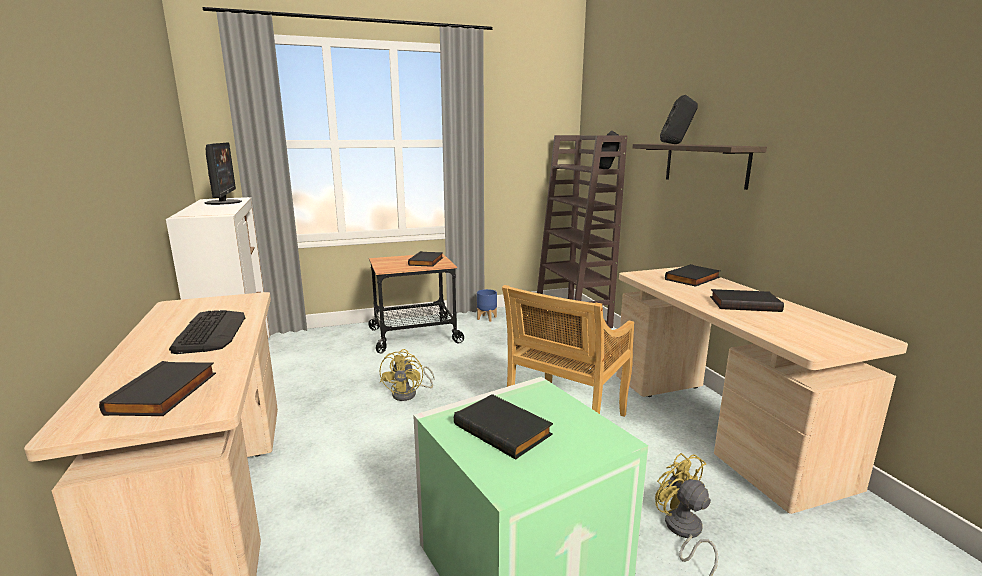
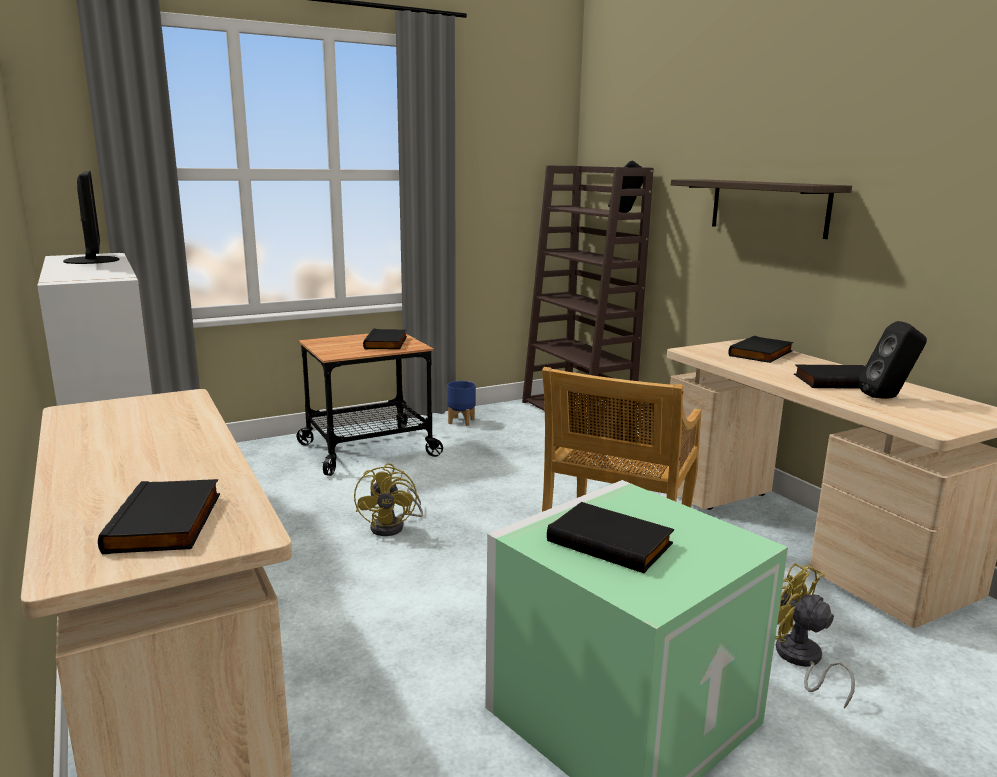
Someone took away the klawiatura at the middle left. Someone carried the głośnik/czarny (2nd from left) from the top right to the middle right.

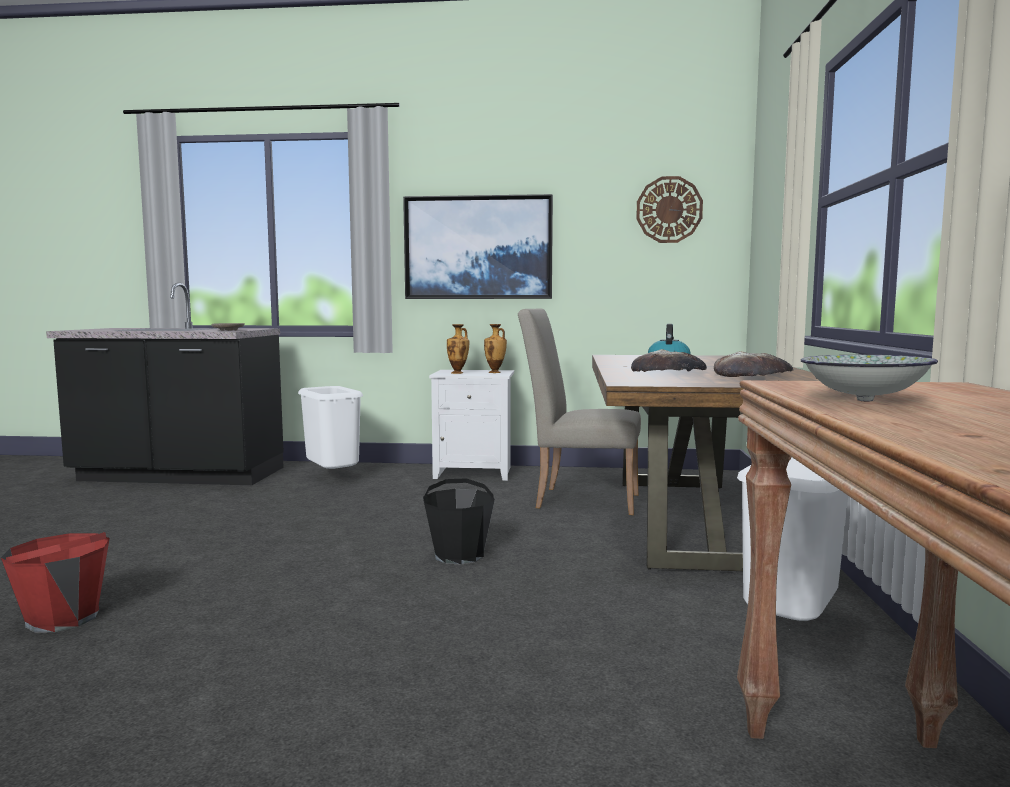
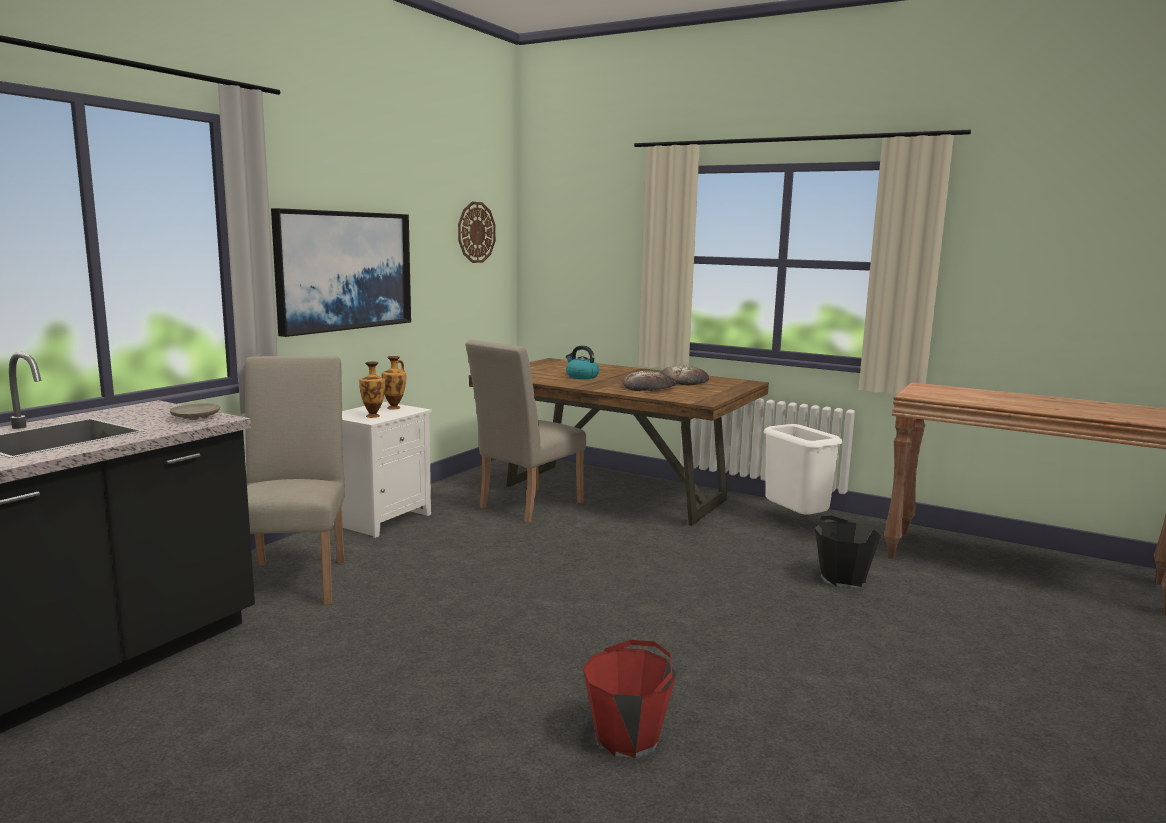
Someone took away the miska at the middle right. Someone carried the wiadro/czarny from the centre to the bottom right. Someone swapped the kosz na śmieci/biały (1st from left) at the middle left for the krzesło/beżowy (1st from left) at the middle left.

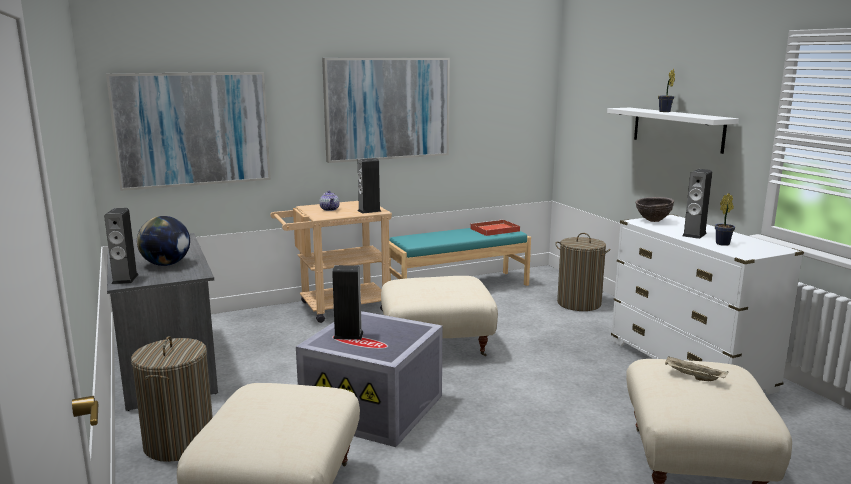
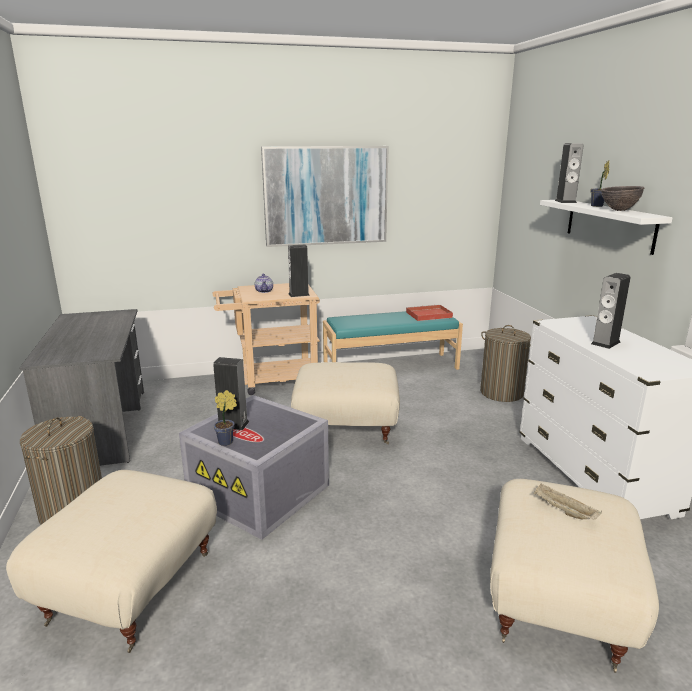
Someone took away the obraz (1st from left) at the top left. Someone took away the globus at the middle left. Someone carried the głośnik (1st from left in the first image) from the middle left to the top right. Someone carried the miska/brązowy from the middle right to the top right. Someone carried the roślina doniczkowa (2nd from left in the first image) from the middle right to the middle left.

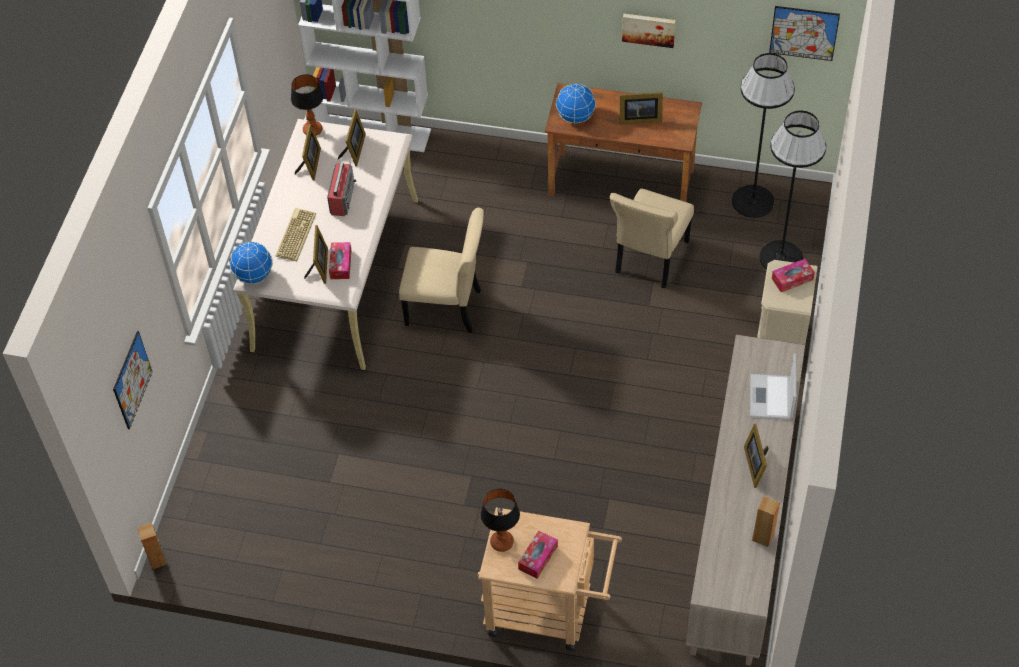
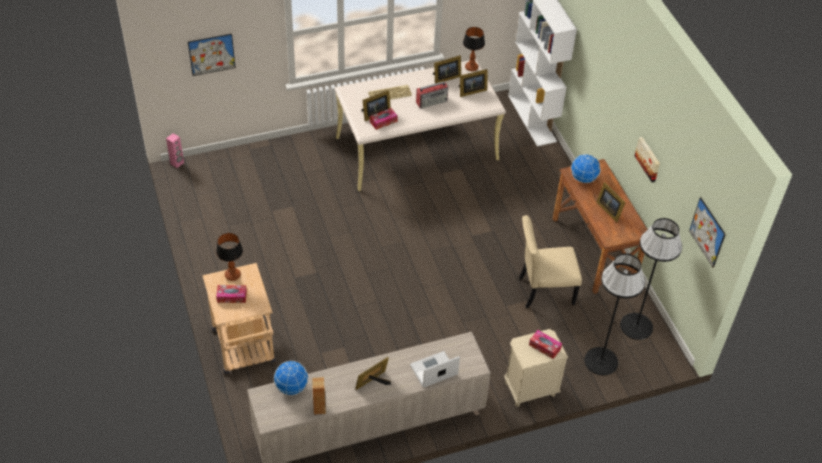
Someone took away the krzesło/beżowy (1st from left) at the centre. Someone carried the globus (1st from left) from the middle left to the bottom centre. Someone repainted the głośnik/brązowy (1st from left) at the bottom left, which became the głośnik/różowy at the top left.

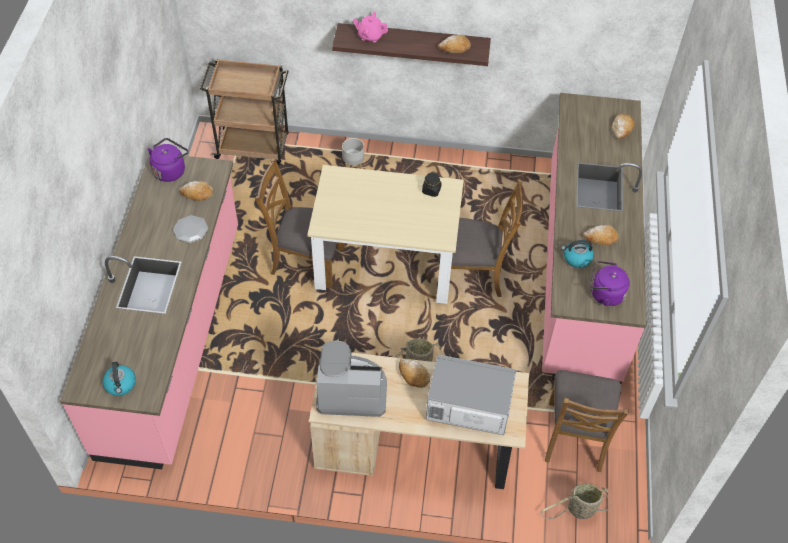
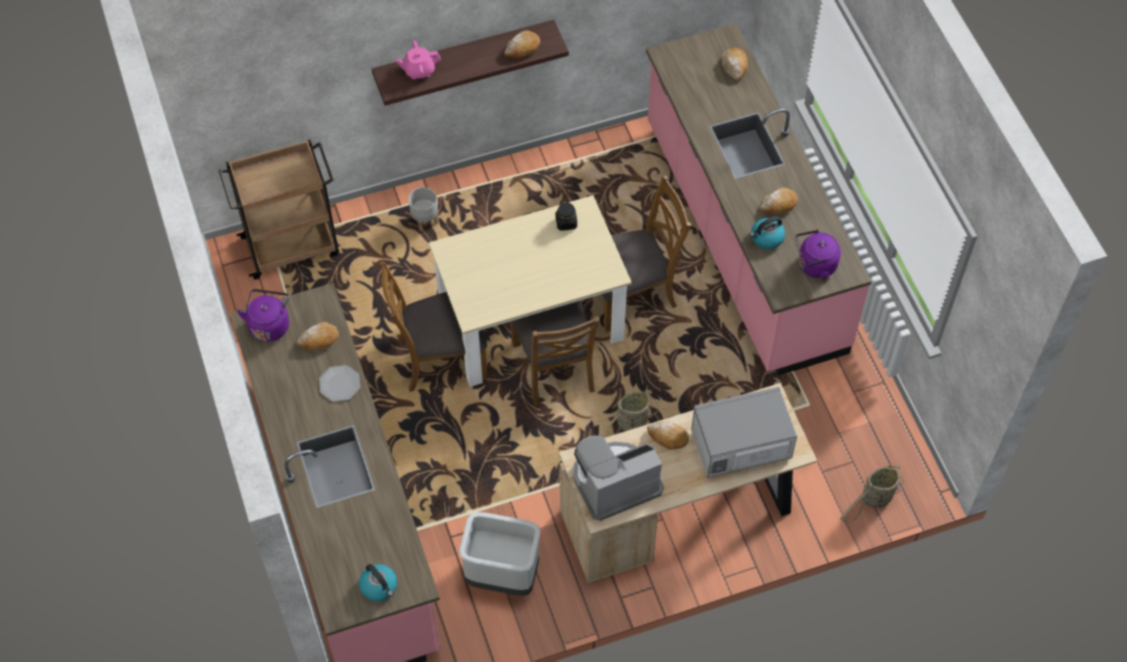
Someone put down the kosz na śmieci/szary at the bottom centre. Someone carried the krzesło/brązowy (3rd from left in the first image) from the bottom right to the centre.

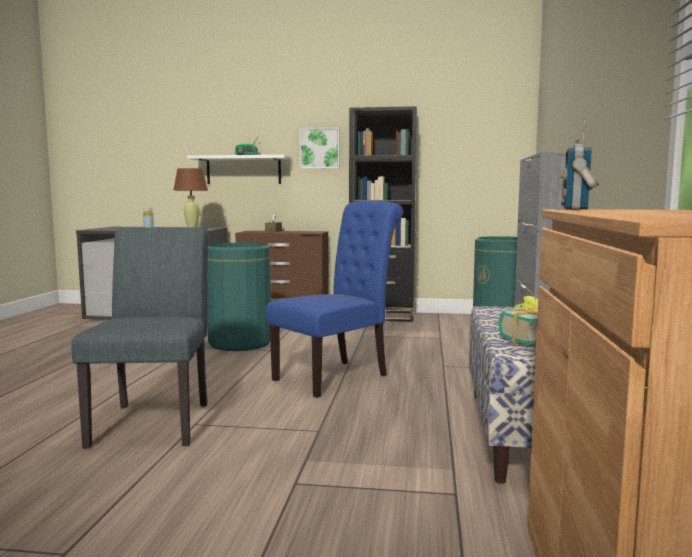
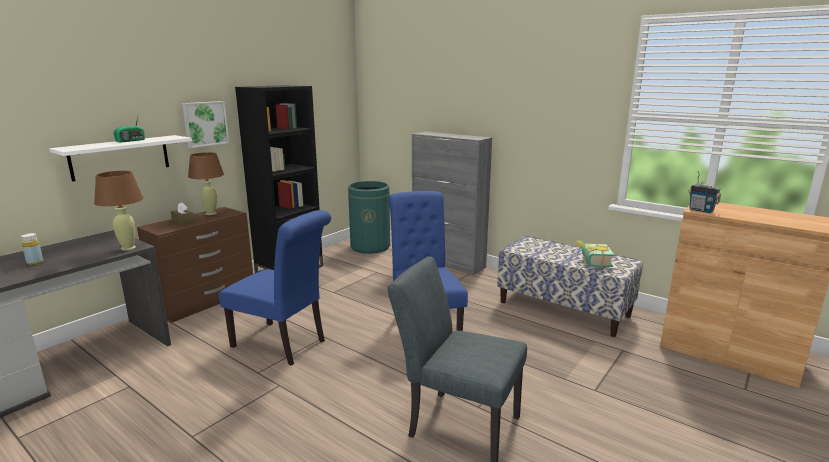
Someone put down the lampa stołowa/brązowy (2nd from left) at the middle left. Someone swapped the kosz na śmieci/zielony (1st from left) at the centre for the krzesło/niebieski (1st from left) at the middle left.

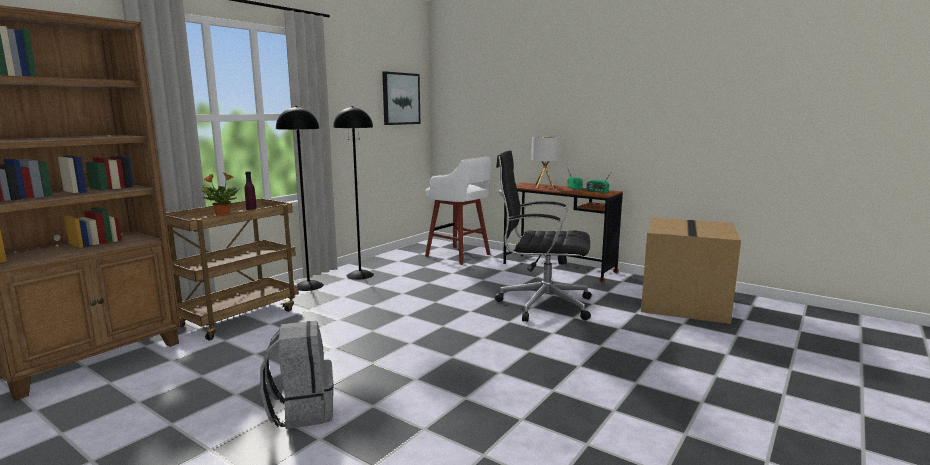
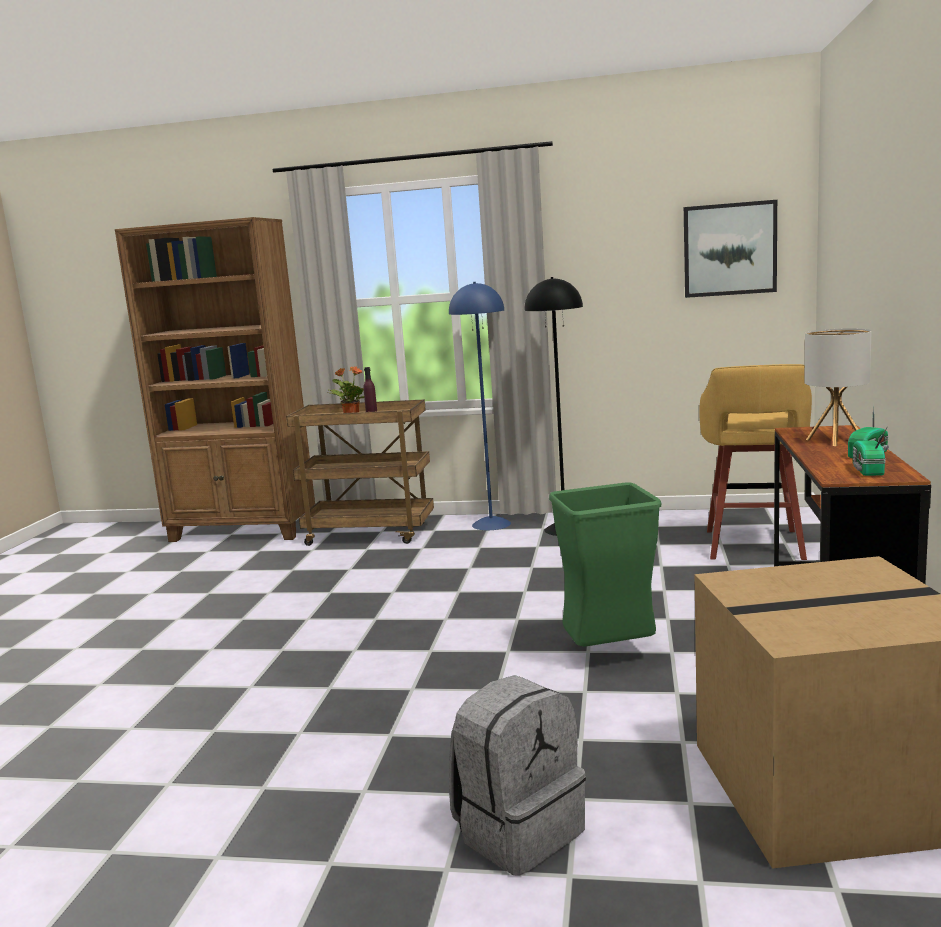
Someone carried the plecak/szary from the bottom left to the bottom centre. Someone swapped the krzesło biurowe/czarny at the centre for the kosz na śmieci/zielony at the centre. Someone repainted the lampa stojąca/czarny (1st from left) at the middle left, which became the lampa stojąca/niebieski at the centre. Someone repainted the stołek/biały at the centre, which became the stołek/żółty at the middle right.

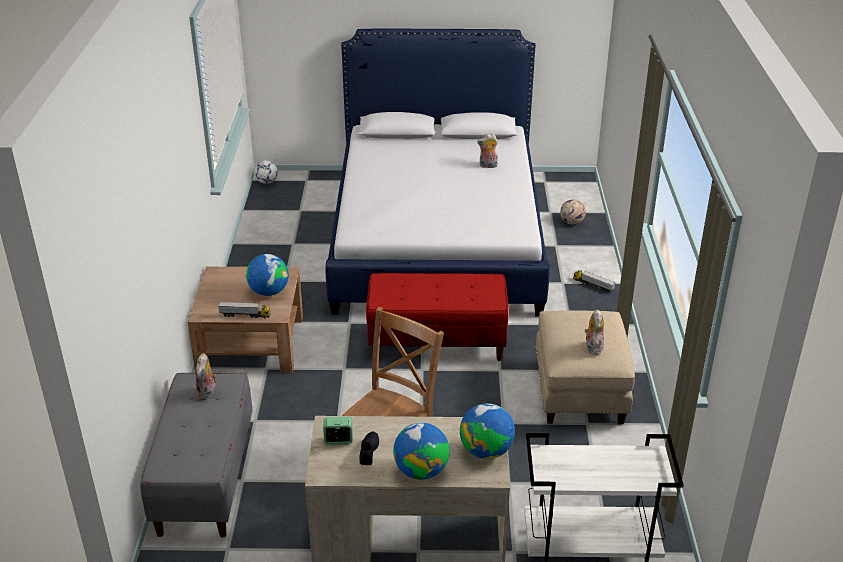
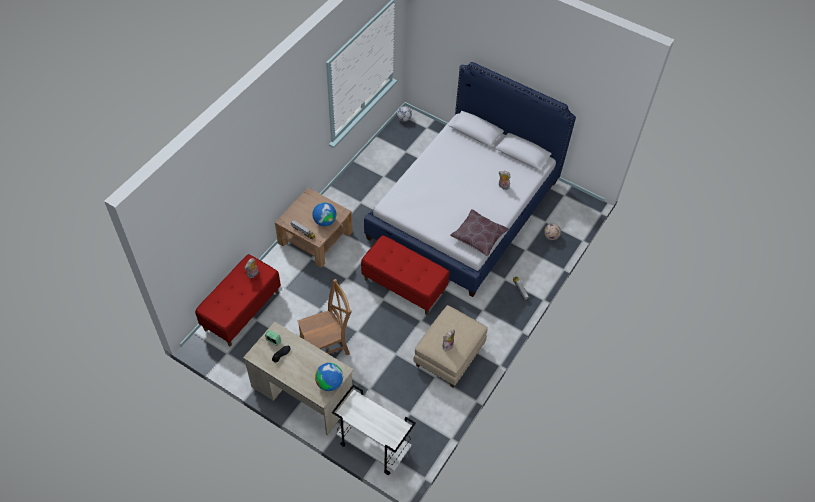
Someone took away the globus (2nd from left) at the bottom centre. Someone put down the poduszka/brązowy at the centre. Someone repainted the ławka/szary at the bottom left, which became the ławka/czerwony (1st from left) at the middle left.

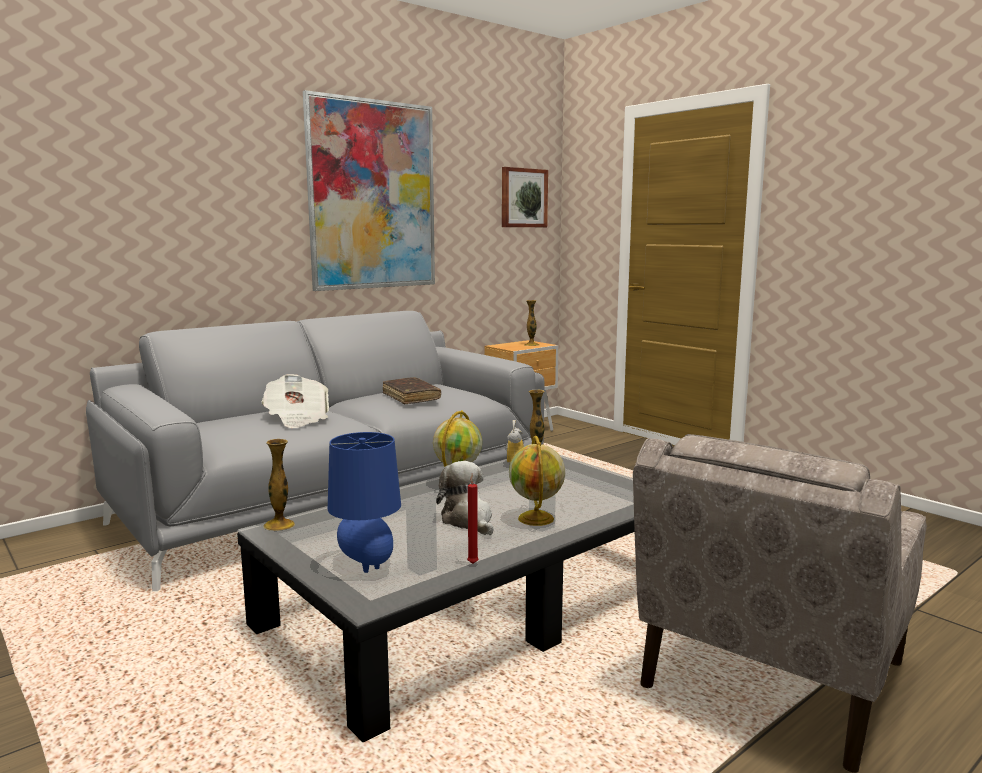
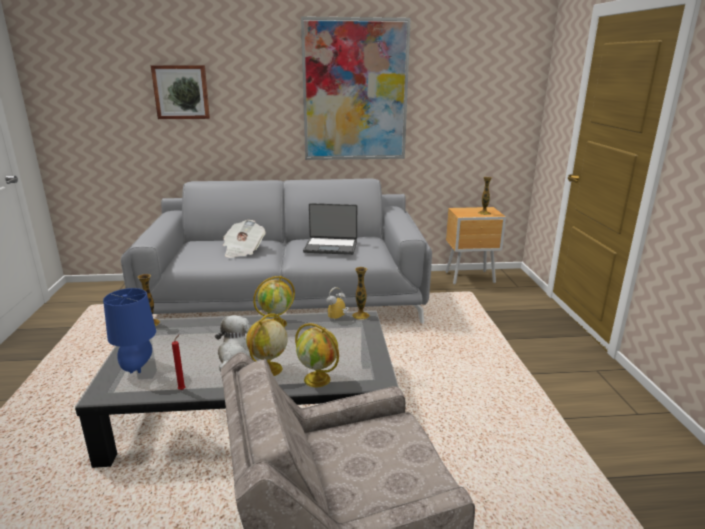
Someone put down the globus (3rd from left) at the bottom centre. Someone carried the obraz (2nd from left in the first image) from the top centre to the top left. Someone swapped the książka/brązowy at the centre for the laptop at the centre.

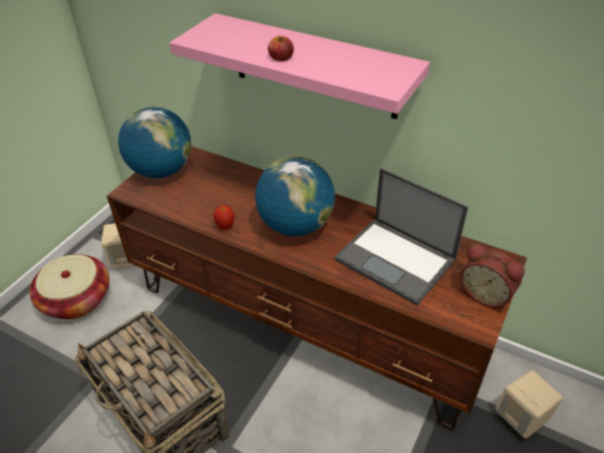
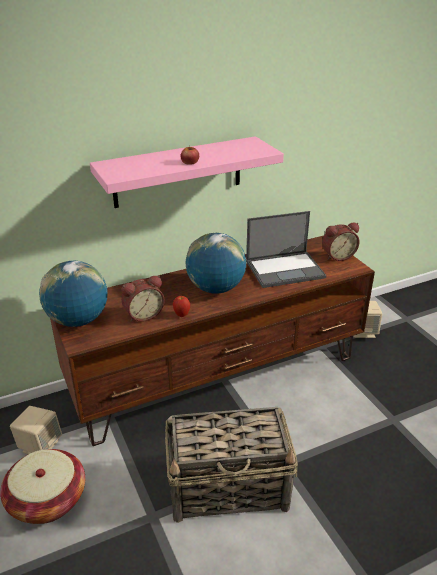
Someone put down the budzik (1st from left) at the middle left.

